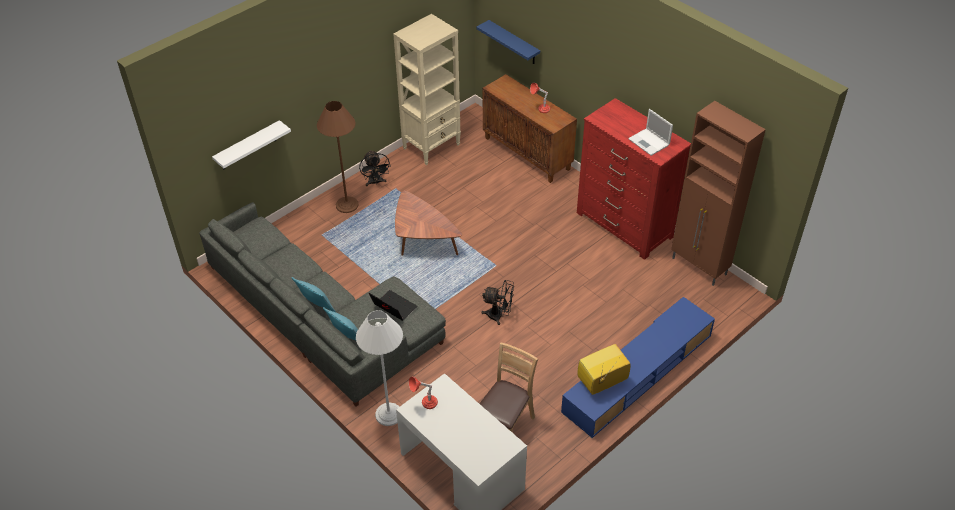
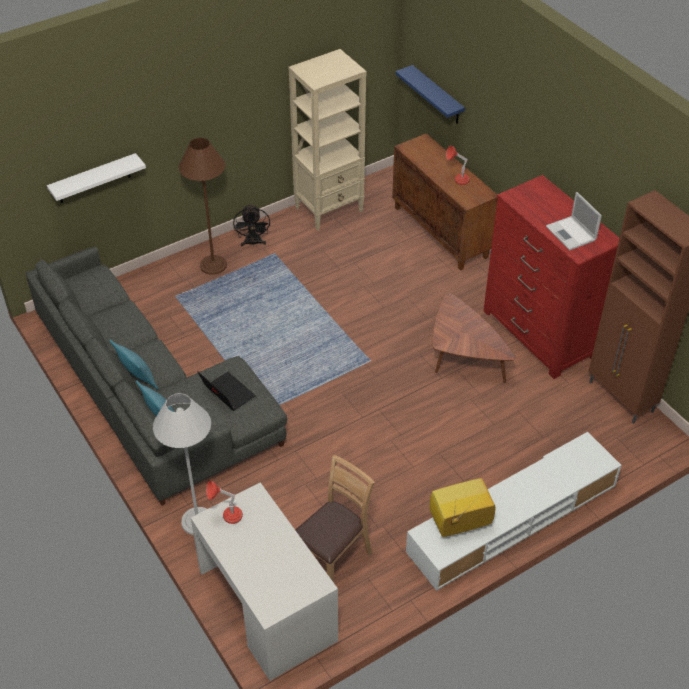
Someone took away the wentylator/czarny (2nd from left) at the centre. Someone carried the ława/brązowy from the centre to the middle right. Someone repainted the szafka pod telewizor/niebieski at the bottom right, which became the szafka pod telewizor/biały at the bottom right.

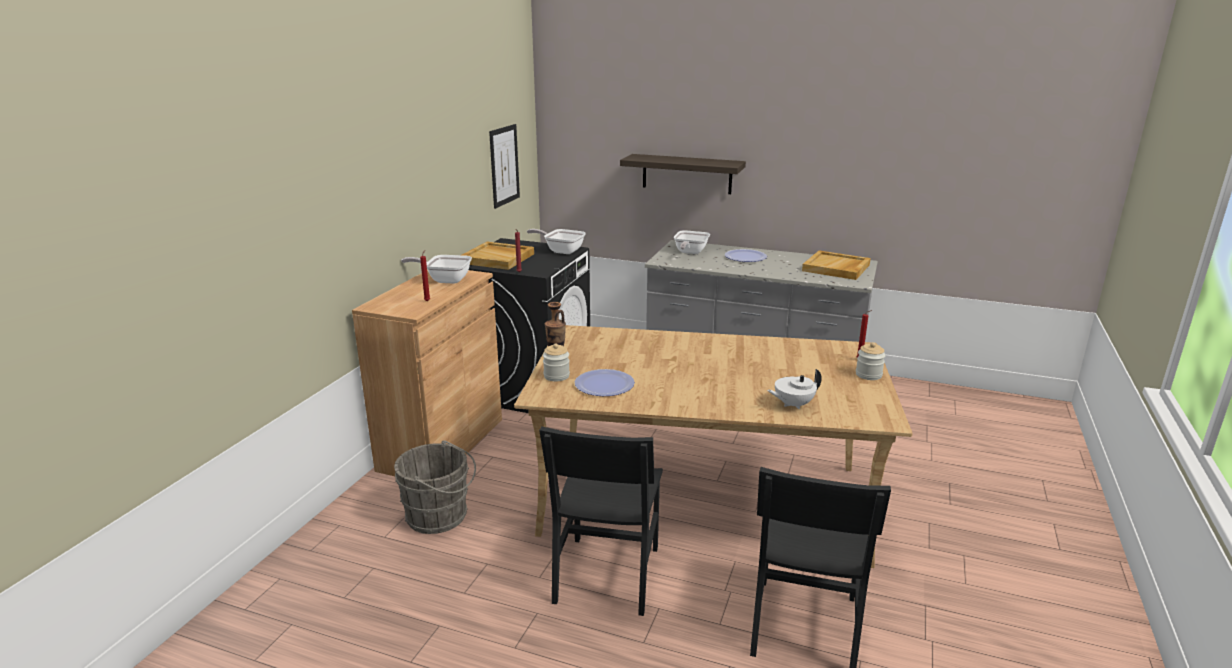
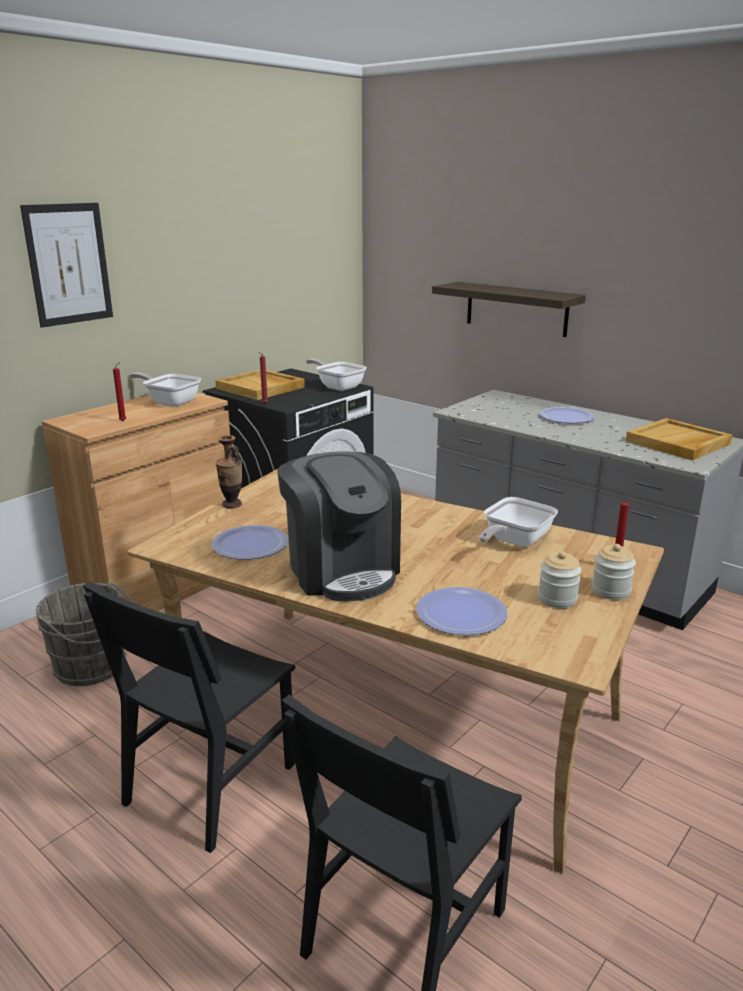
Someone put down the ekspres do kawy at the centre. Someone carried the obraz from the top centre to the top left. Someone carried the słoik (1st from left) from the centre to the middle right. Someone carried the patelnia (3rd from left) from the centre to the middle right. Someone swapped the imbryk/biały at the centre for the talerz (2nd from left) at the centre.

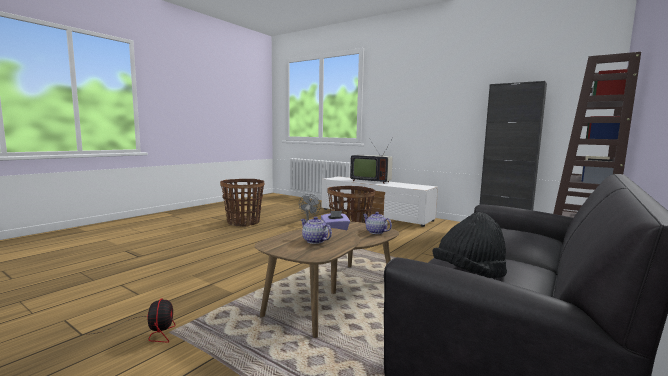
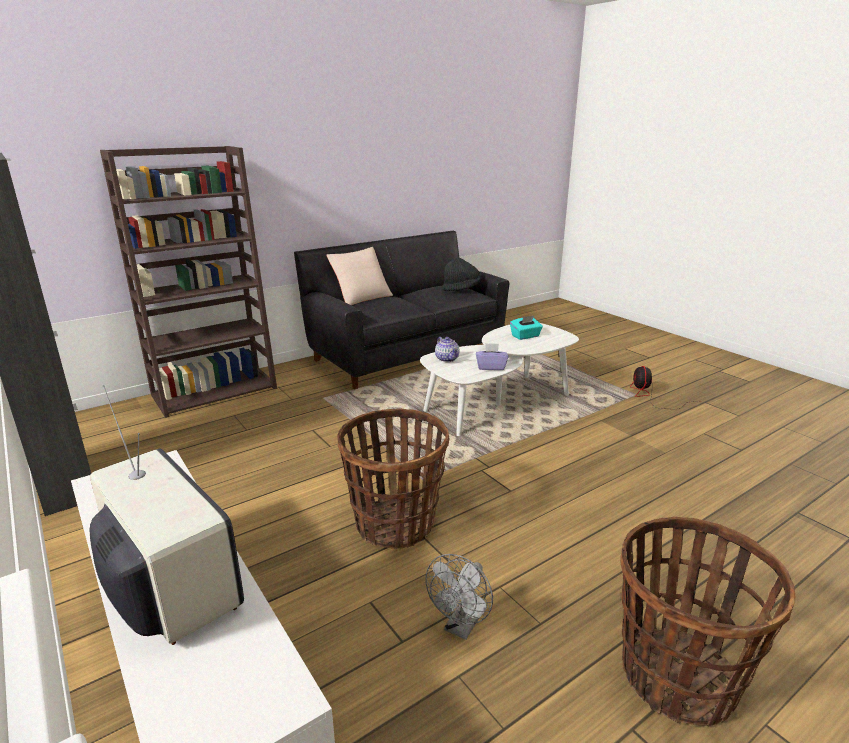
Someone put down the poduszka/beżowy at the centre. Someone swapped the imbryk (1st from left) at the centre for the pudełko chusteczek/turkusowy at the centre. Someone repainted the ława/brązowy at the bottom centre, which became the ława/biały at the centre.

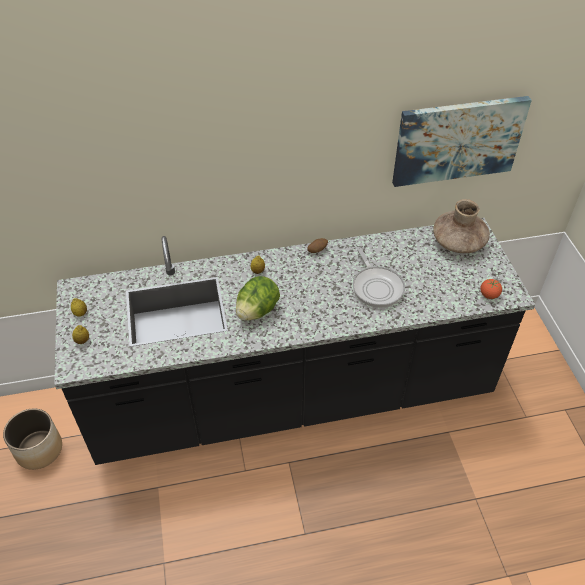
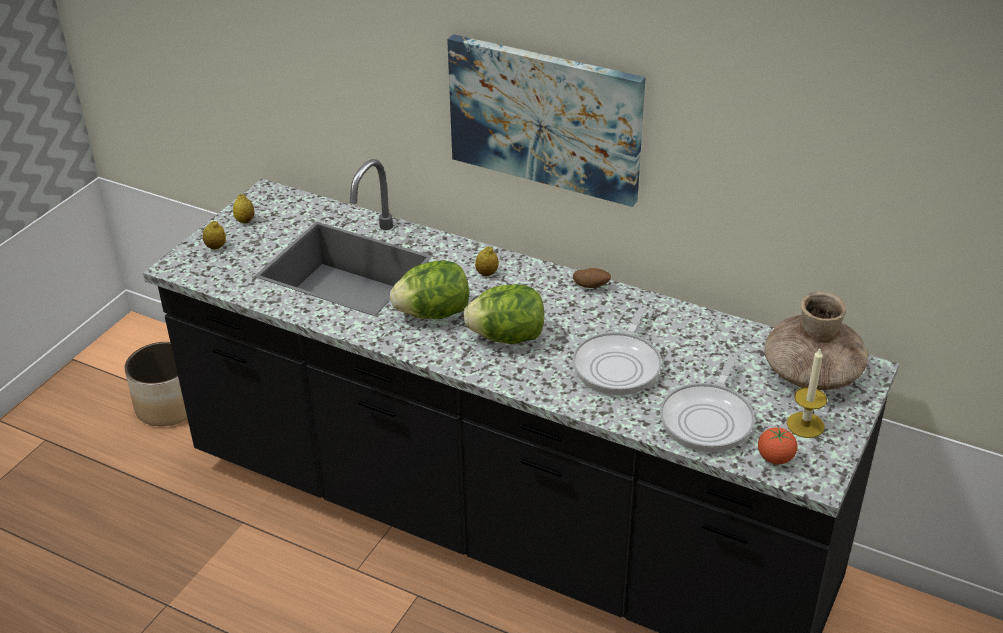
Someone put down the sałata (2nd from left) at the centre. Someone put down the patelnia (2nd from left) at the middle right. Someone put down the świeca at the middle right. Someone carried the obraz from the top right to the top centre.

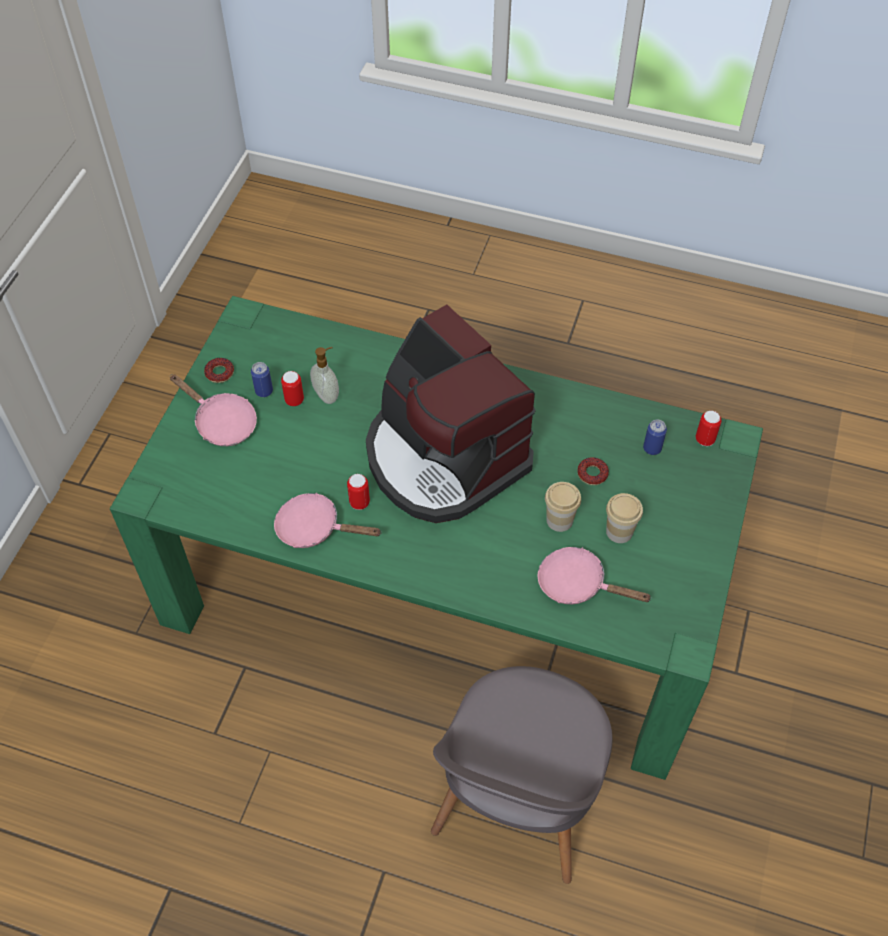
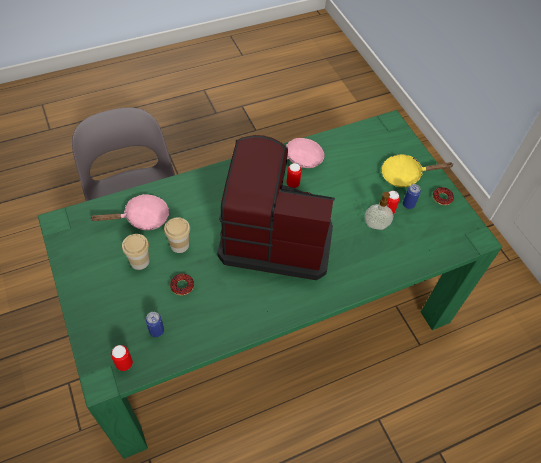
Someone repainted the patelnia/różowy (1st from left) at the middle left, which became the patelnia/żółty at the middle right.

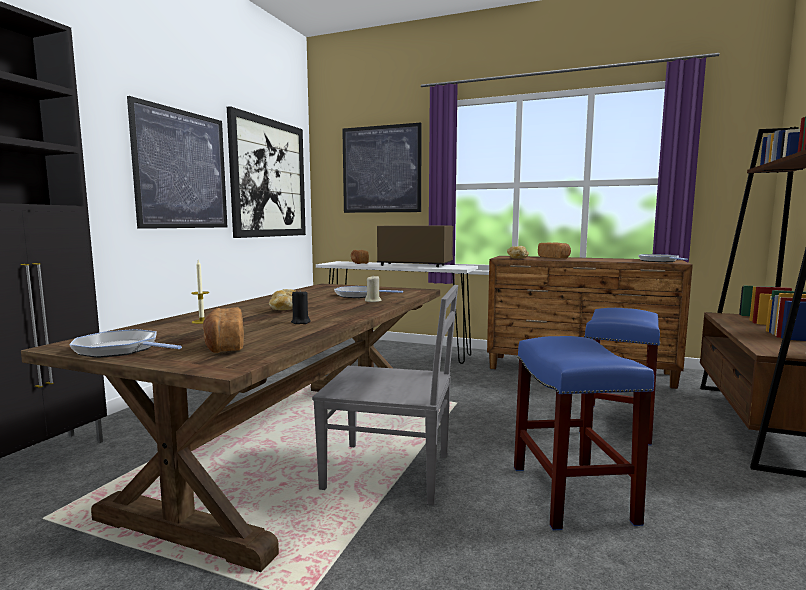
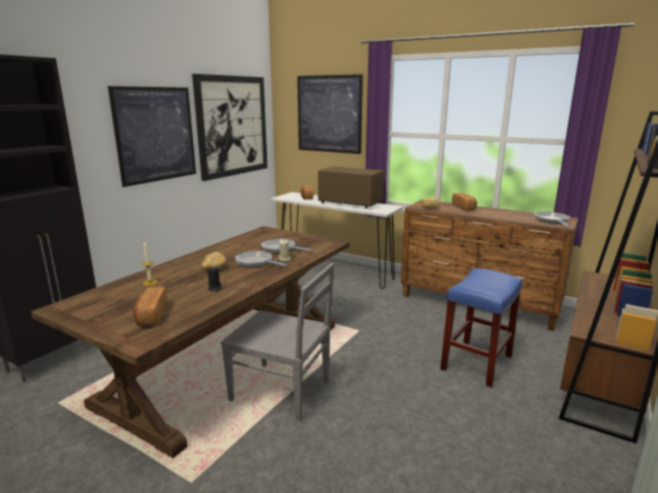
Someone took away the stołek/niebieski (1st from left) at the bottom right. Someone carried the patelnia (1st from left) from the middle left to the centre.

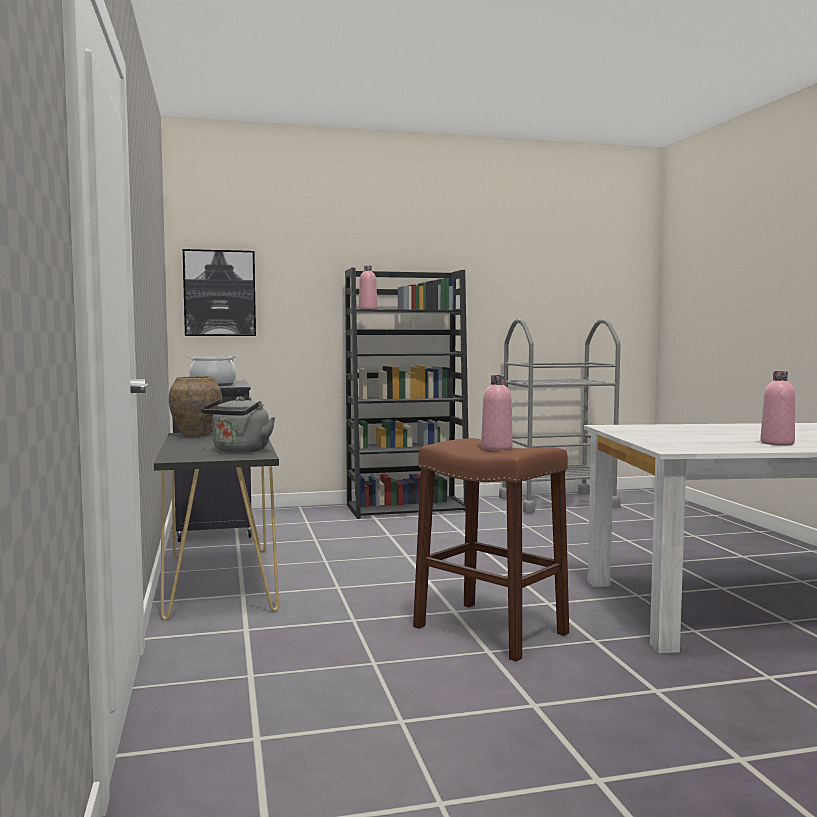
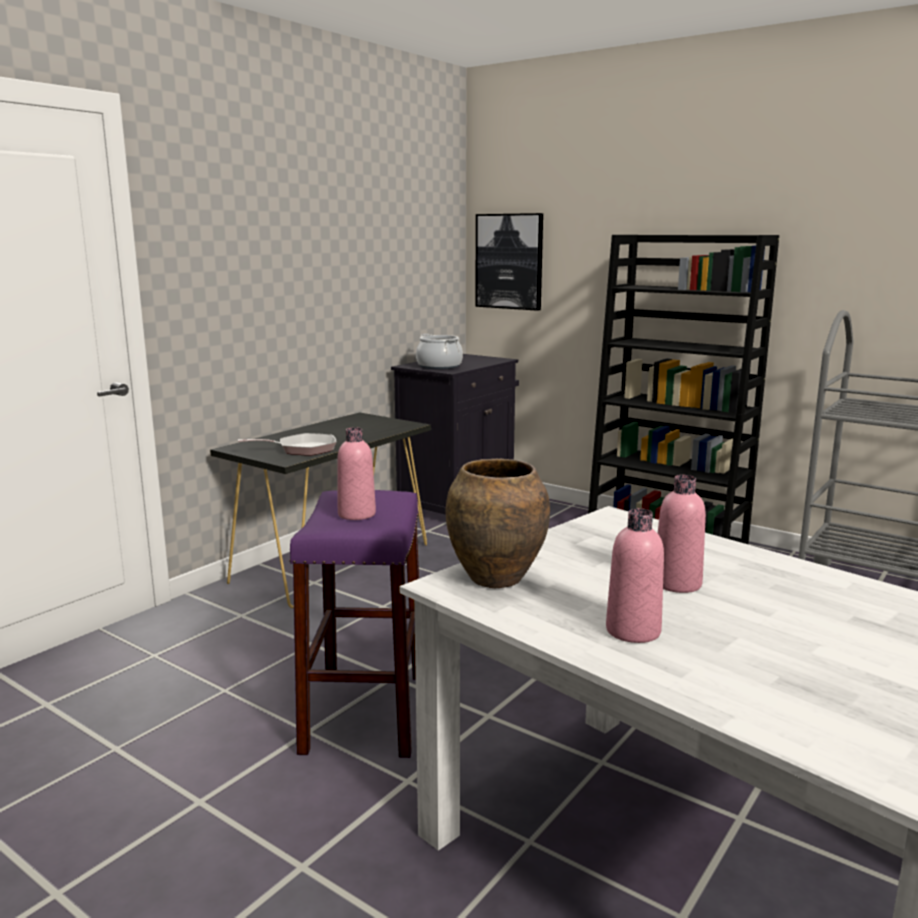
Someone carried the wazon/brązowy from the middle left to the centre. Someone carried the butelka/różowy (1st from left in the first image) from the centre to the middle right. Someone swapped the czajnik/szary at the middle left for the patelnia at the middle left. Someone repainted the stołek/brązowy at the bottom centre, which became the stołek/fioletowy at the bottom centre.

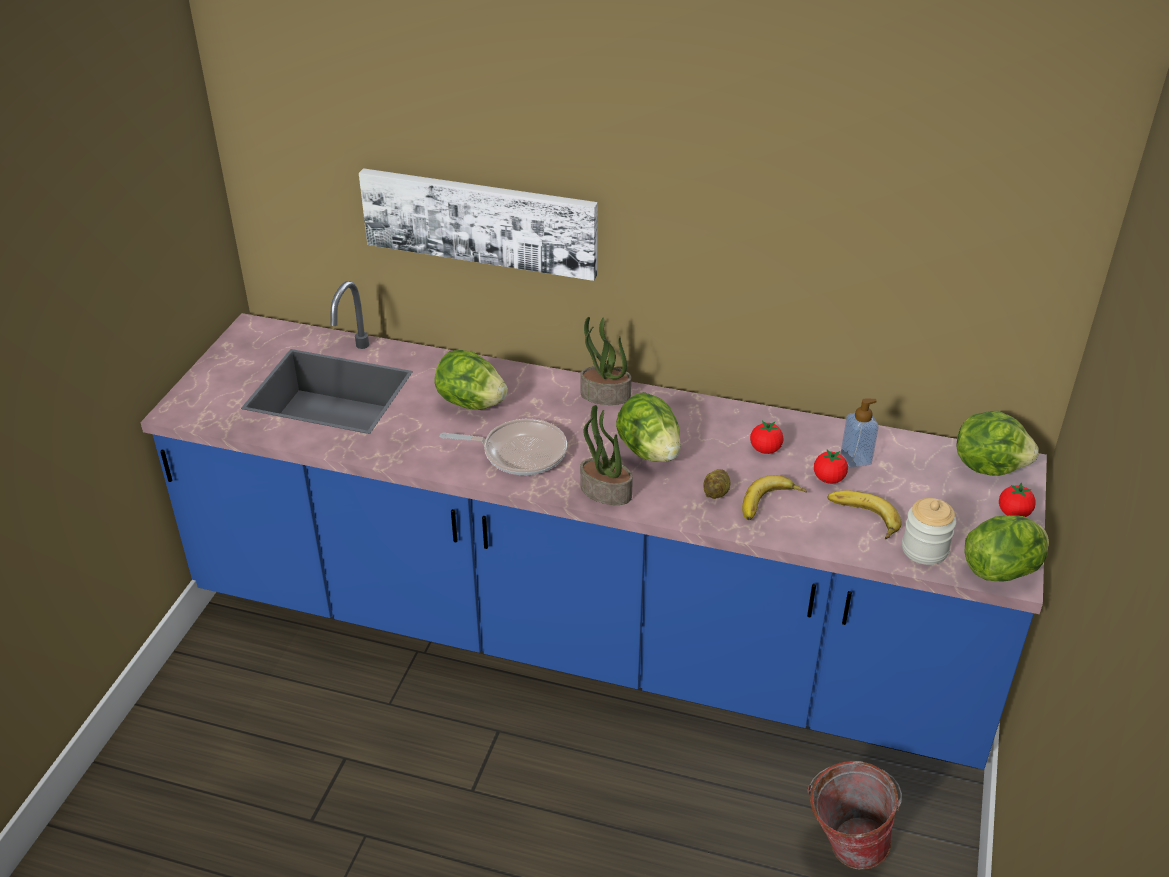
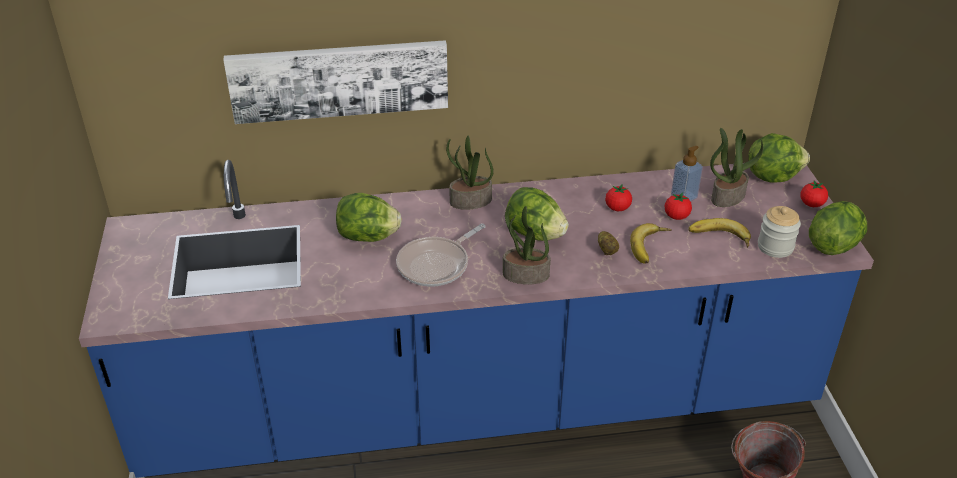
Someone put down the roślina doniczkowa (3rd from left) at the middle right. Someone rotated the patelnia at the centre by 150 degrees clockwise.

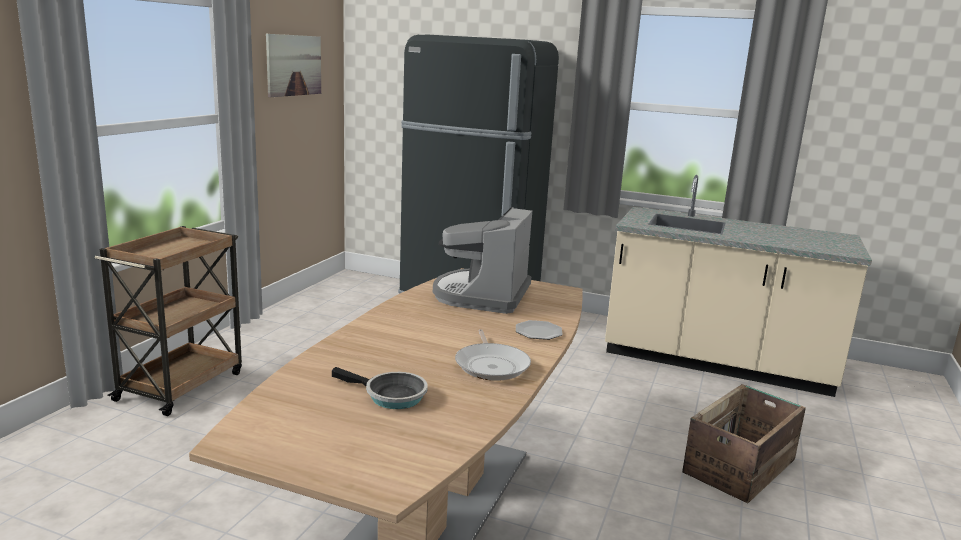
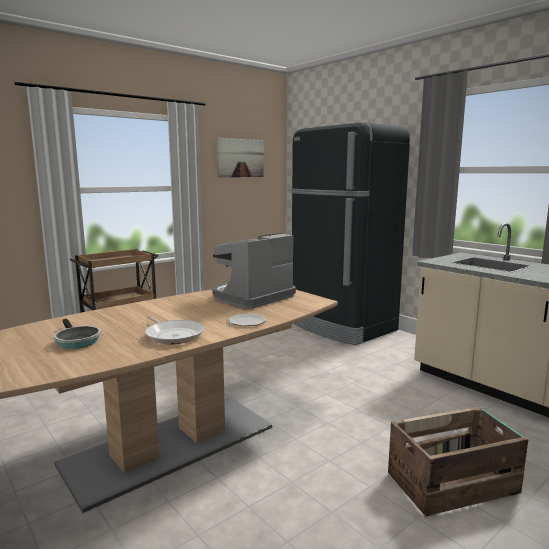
Someone rotated the patelnia (2nd from left) at the centre by 60 degrees counterclockwise.

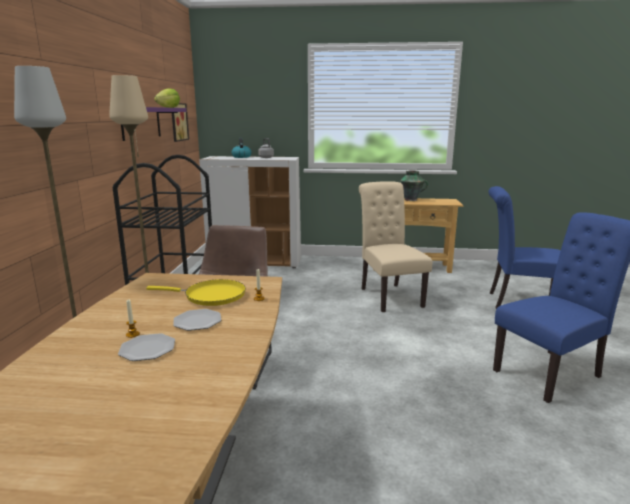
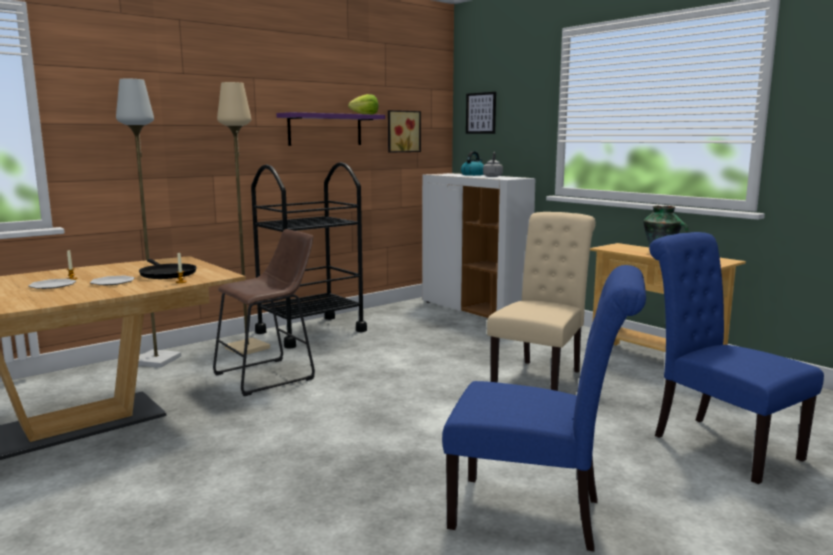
Someone put up the obraz (2nd from left) at the top centre. Someone repainted the patelnia/żółty at the middle left, which became the patelnia/czarny at the middle left.

